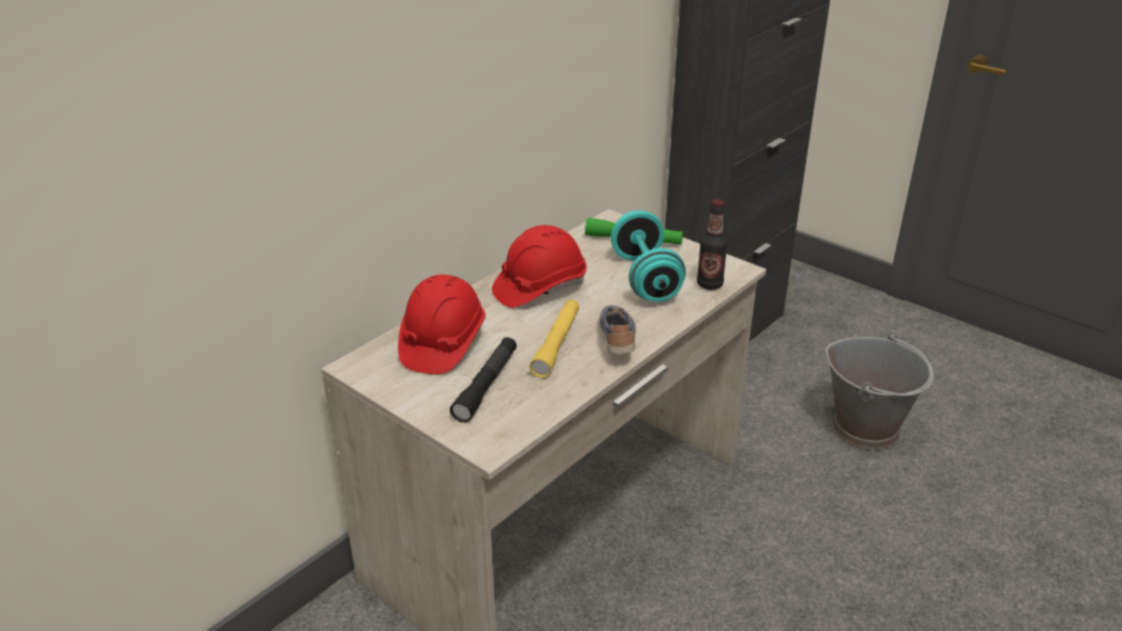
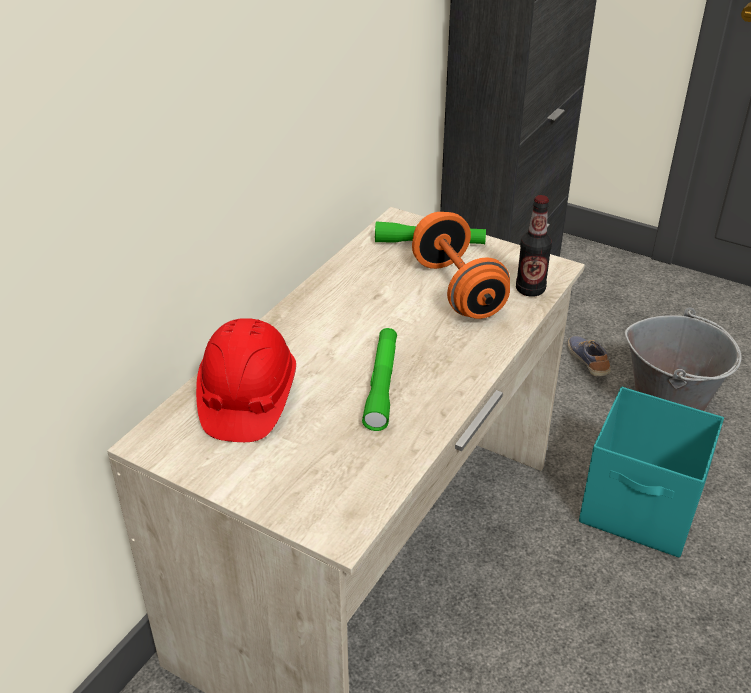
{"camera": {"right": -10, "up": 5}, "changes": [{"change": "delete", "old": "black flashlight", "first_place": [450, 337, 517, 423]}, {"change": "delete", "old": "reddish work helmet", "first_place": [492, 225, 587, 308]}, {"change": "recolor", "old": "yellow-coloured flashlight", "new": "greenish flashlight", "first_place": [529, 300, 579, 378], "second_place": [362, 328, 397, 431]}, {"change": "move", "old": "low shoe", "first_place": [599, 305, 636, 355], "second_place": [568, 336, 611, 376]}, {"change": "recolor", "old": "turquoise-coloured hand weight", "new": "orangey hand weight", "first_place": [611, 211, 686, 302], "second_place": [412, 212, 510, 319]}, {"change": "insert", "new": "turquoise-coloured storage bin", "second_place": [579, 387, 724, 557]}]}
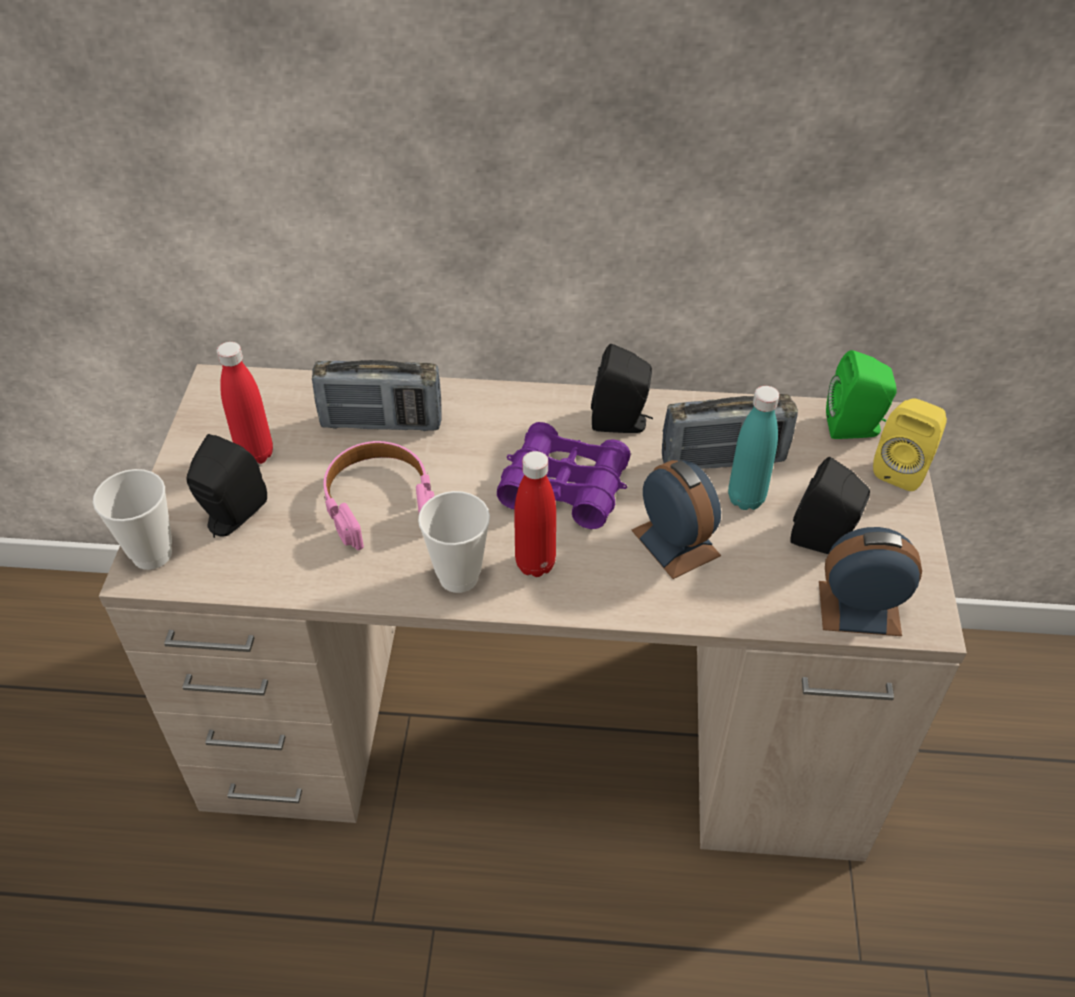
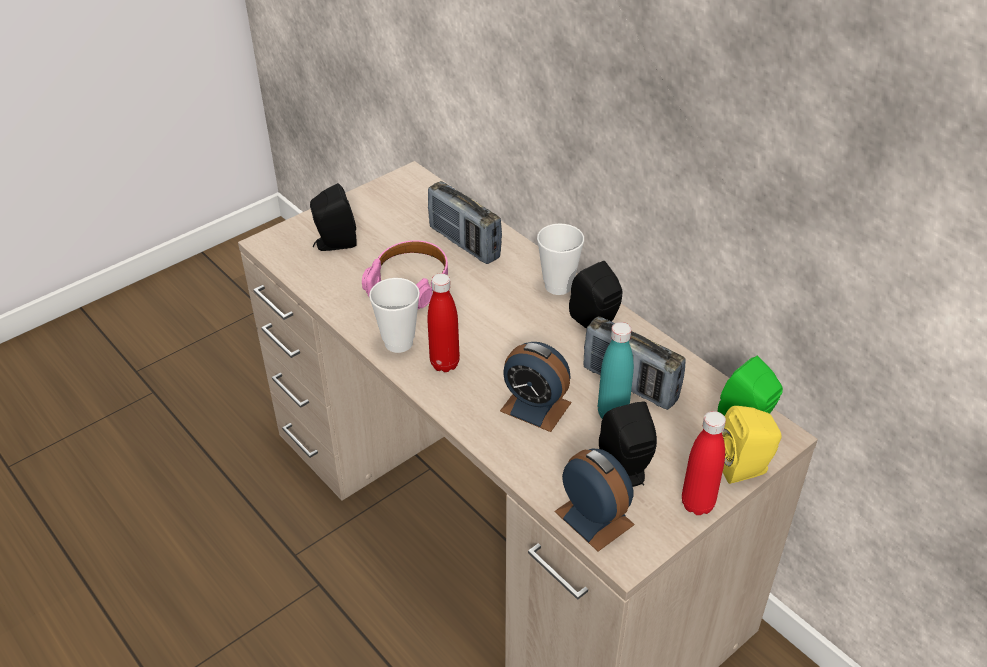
{"camera": {"right": 45, "up": -5}, "changes": [{"change": "move", "old": "drinking cup", "first_place": [93, 469, 172, 570], "second_place": [537, 224, 584, 295]}, {"change": "move", "old": "reddish bottle", "first_place": [217, 342, 273, 464], "second_place": [682, 411, 726, 515]}, {"change": "delete", "old": "purplish field glasses", "first_place": [497, 422, 631, 529]}, {"change": "rotate", "old": "table clock", "first_place": [631, 460, 721, 579], "second_place": [500, 342, 571, 432], "degrees": 105}]}
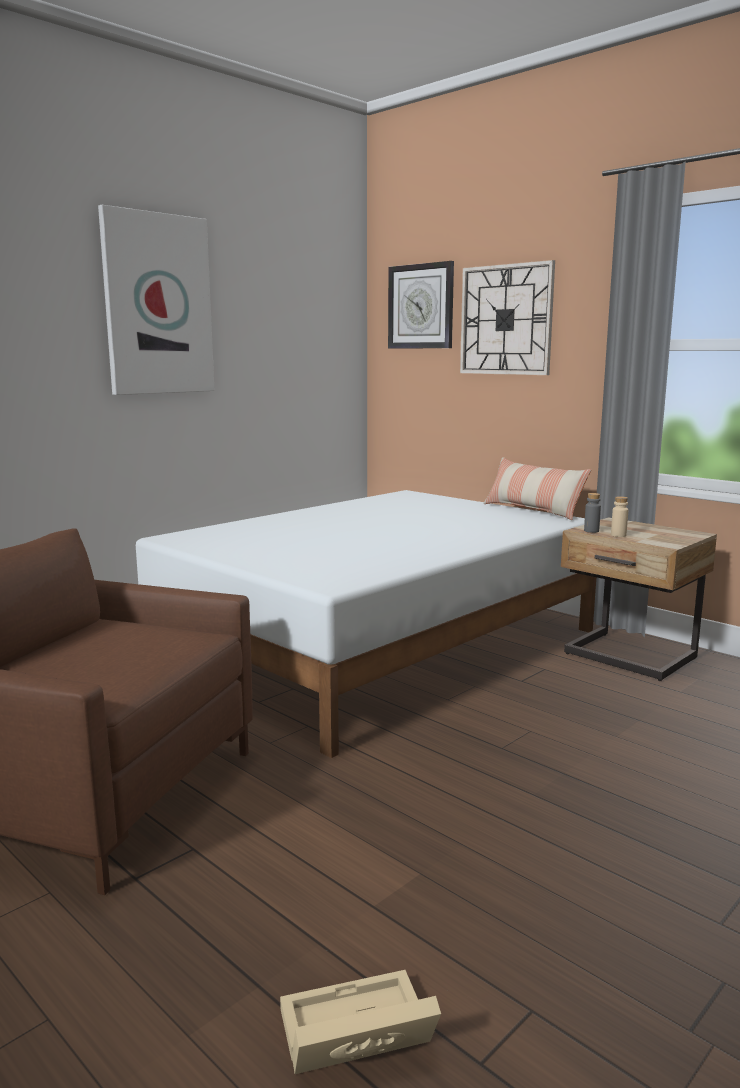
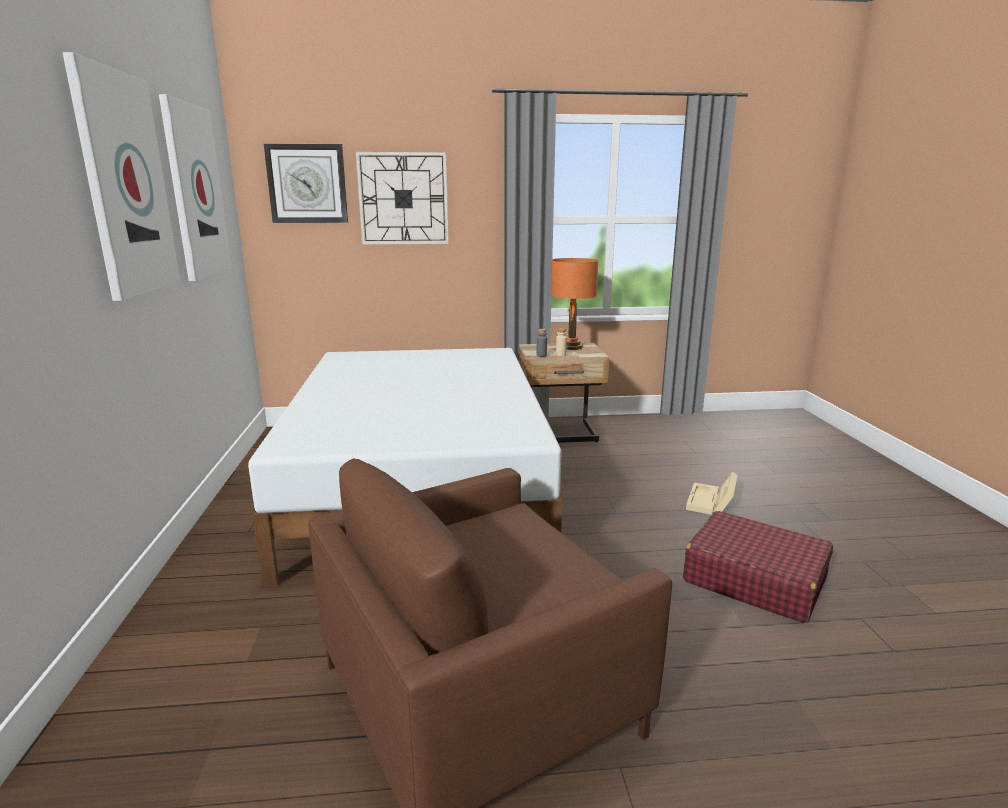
{"camera": {"right": -50, "up": 5}, "changes": [{"change": "move", "old": "sand-coloured storage bin", "first_place": [280, 970, 441, 1074], "second_place": [686, 472, 738, 515]}, {"change": "delete", "old": "pillow", "first_place": [484, 457, 591, 521]}, {"change": "insert", "new": "wall picture", "second_place": [159, 94, 232, 281]}, {"change": "insert", "new": "orangey tabletop lamp", "second_place": [551, 258, 599, 350]}, {"change": "insert", "new": "reddish travel case", "second_place": [683, 511, 833, 623]}]}
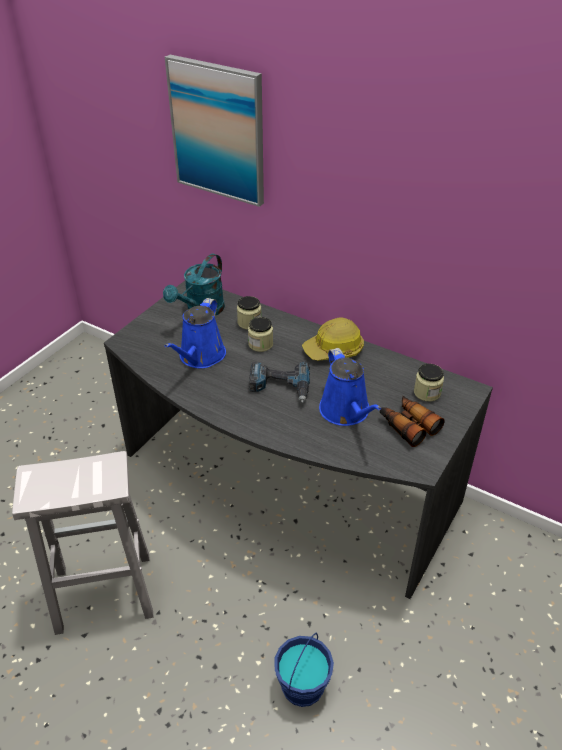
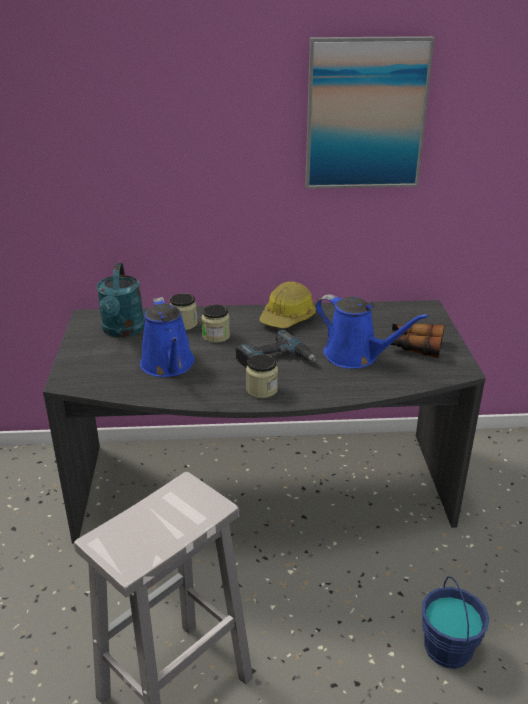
{"camera": {"right": -35, "up": -10}, "changes": [{"change": "move", "old": "wall picture", "first_place": [165, 54, 264, 207], "second_place": [305, 36, 435, 189]}, {"change": "move", "old": "jar", "first_place": [414, 364, 444, 402], "second_place": [246, 355, 278, 398]}]}
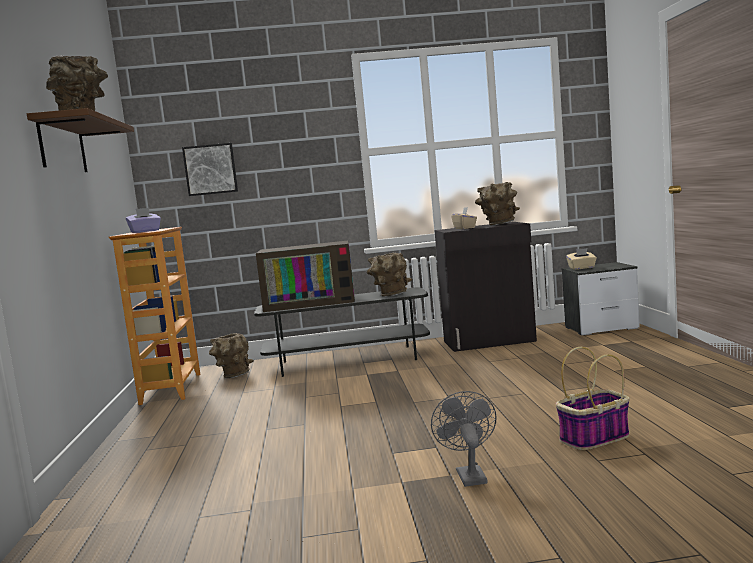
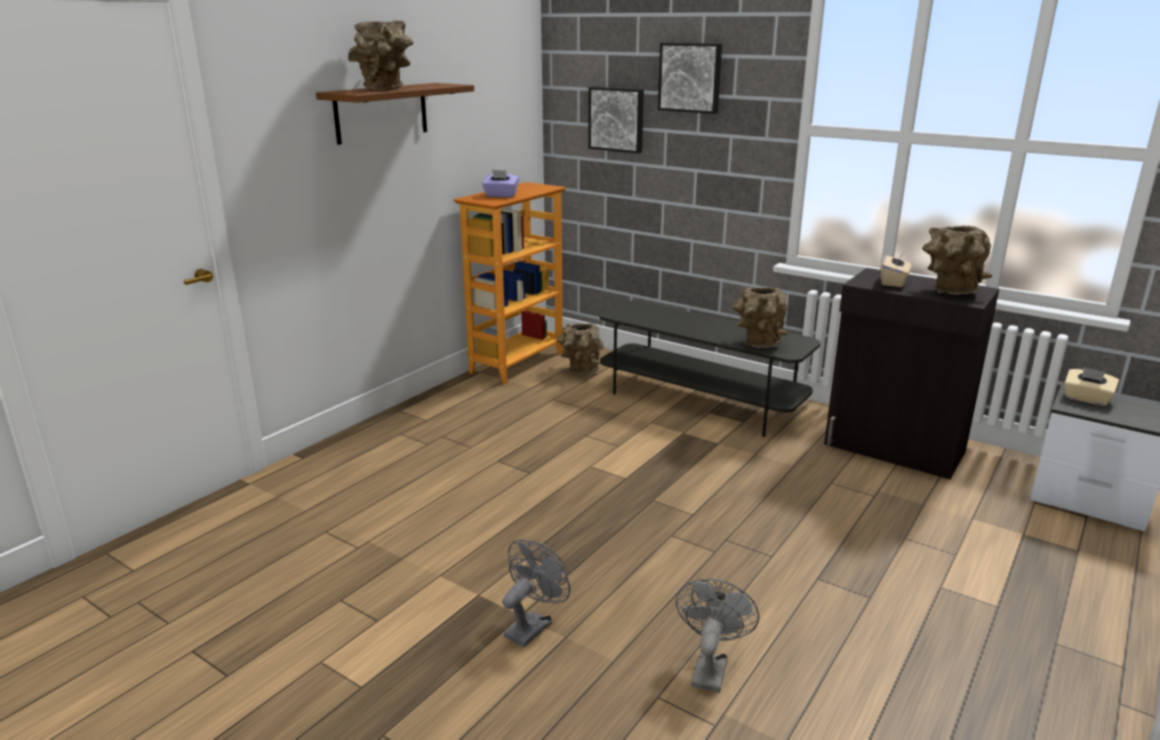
{"camera": {"right": 40, "up": 15}, "changes": [{"change": "delete", "old": "television", "first_place": [256, 241, 355, 312]}, {"change": "replace", "old": "household basket", "new": "gray cooling fan", "first_place": [556, 347, 629, 450], "second_place": [675, 578, 759, 693]}, {"change": "insert", "new": "wall picture", "second_place": [658, 43, 722, 114]}]}
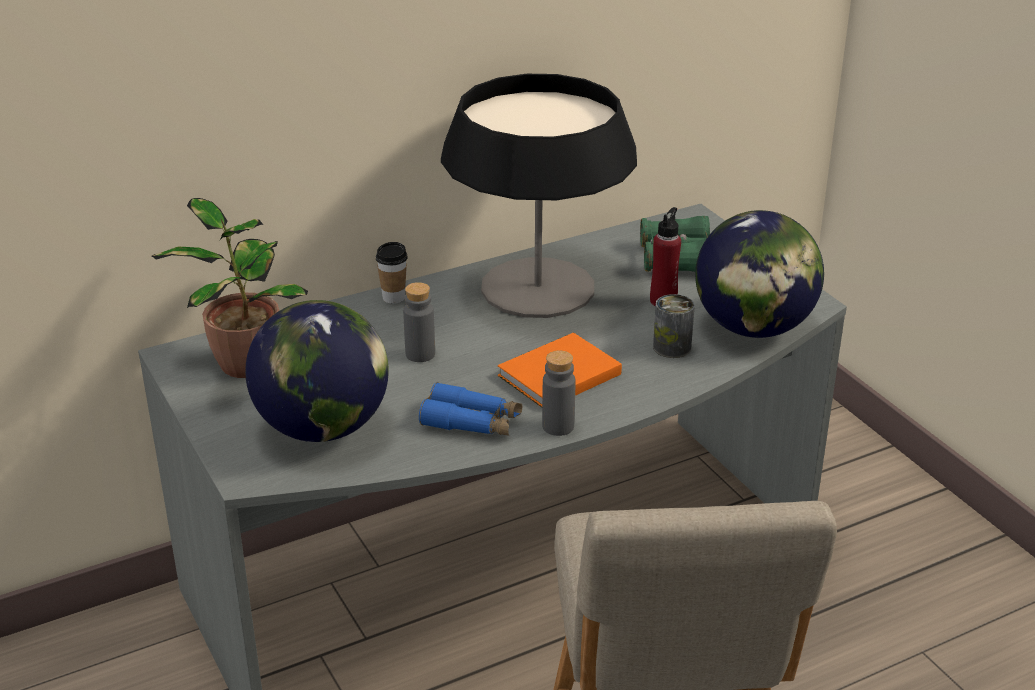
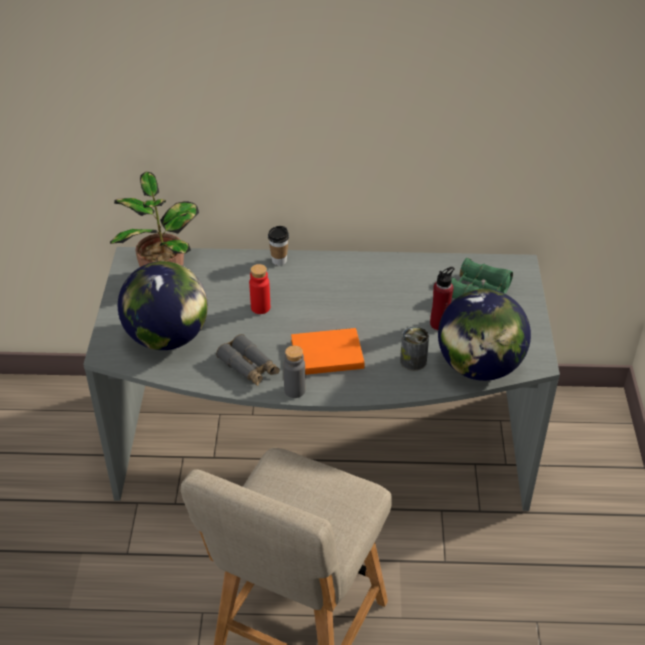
{"camera": {"right": 30, "up": 10}, "changes": [{"change": "recolor", "old": "gray bottle", "new": "reddish bottle", "first_place": [403, 282, 435, 362], "second_place": [249, 264, 270, 314]}, {"change": "recolor", "old": "bluish field glasses", "new": "gray field glasses", "first_place": [419, 382, 522, 436], "second_place": [216, 334, 280, 386]}, {"change": "delete", "old": "tabletop lamp", "first_place": [441, 74, 637, 318]}]}
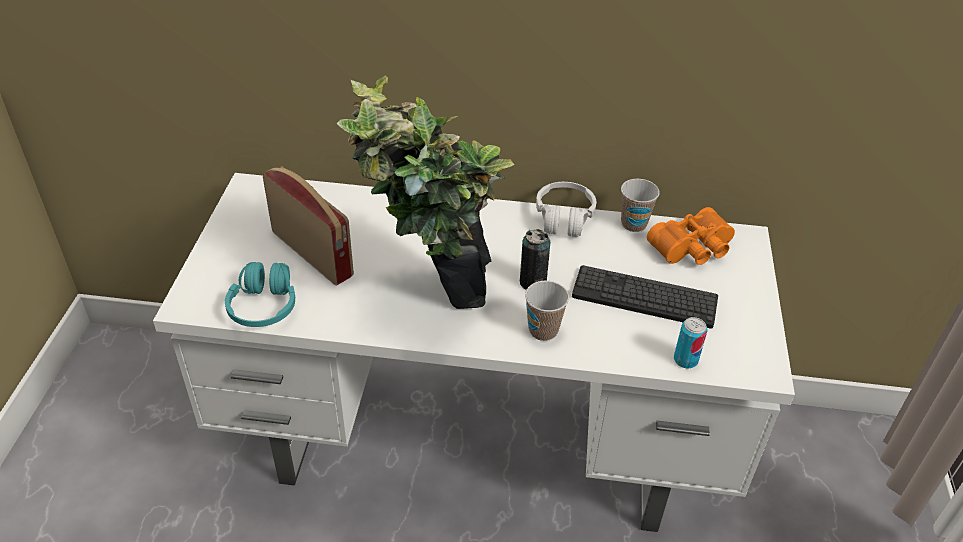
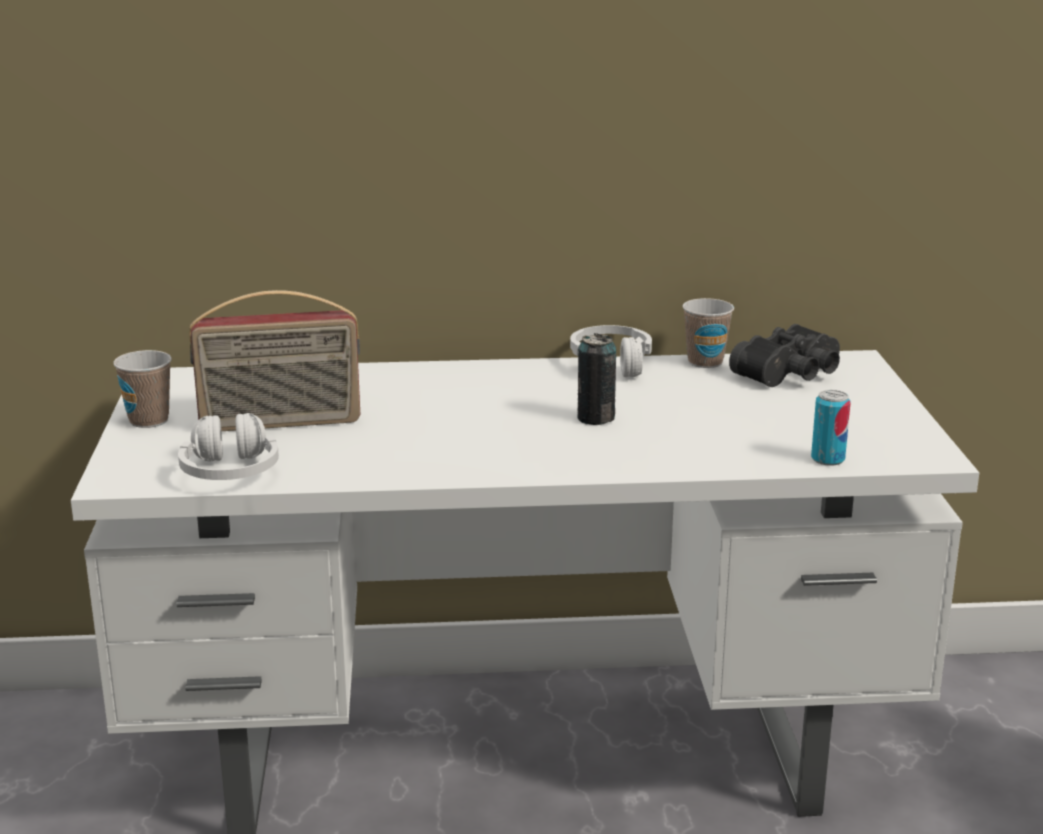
{"camera": {"right": -10, "up": -20}, "changes": [{"change": "recolor", "old": "turquoise-coloured headphones", "new": "whitish headphones", "first_place": [225, 262, 295, 327], "second_place": [178, 413, 279, 480]}, {"change": "rotate", "old": "radio receiver", "first_place": [263, 166, 354, 286], "second_place": [189, 290, 360, 431], "degrees": 135}, {"change": "delete", "old": "houseplant", "first_place": [337, 76, 514, 309]}, {"change": "move", "old": "drinking cup", "first_place": [525, 281, 569, 341], "second_place": [113, 350, 172, 428]}, {"change": "delete", "old": "keyboard", "first_place": [572, 265, 718, 329]}, {"change": "recolor", "old": "orangey field glasses", "new": "black field glasses", "first_place": [647, 207, 735, 265], "second_place": [729, 324, 840, 387]}]}
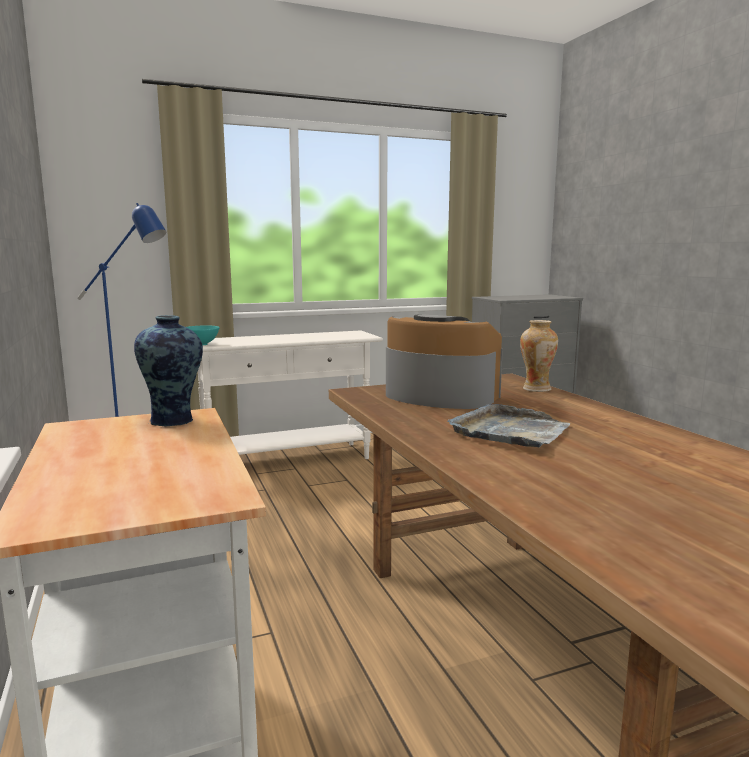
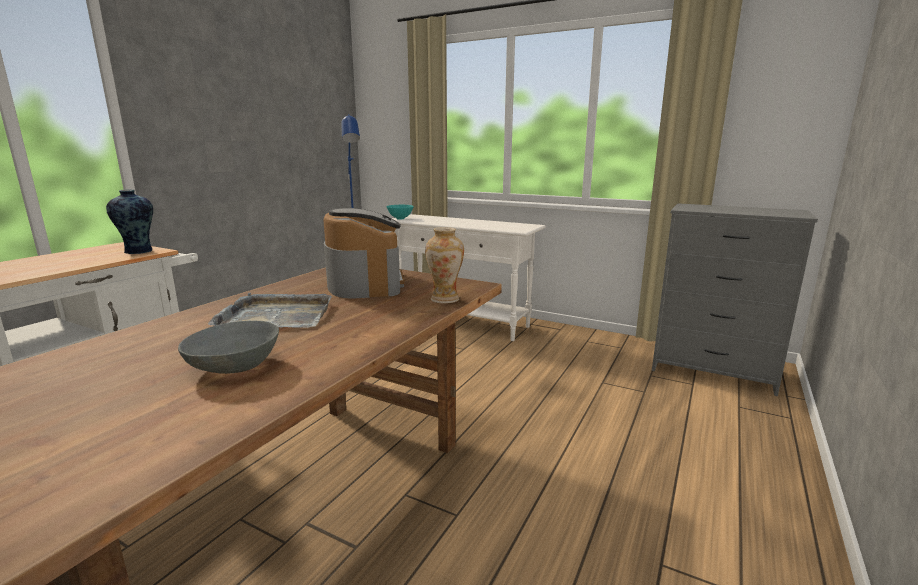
{"camera": {"right": 50, "up": 5}, "changes": [{"change": "insert", "new": "gray serving bowl", "second_place": [178, 321, 279, 374]}]}
